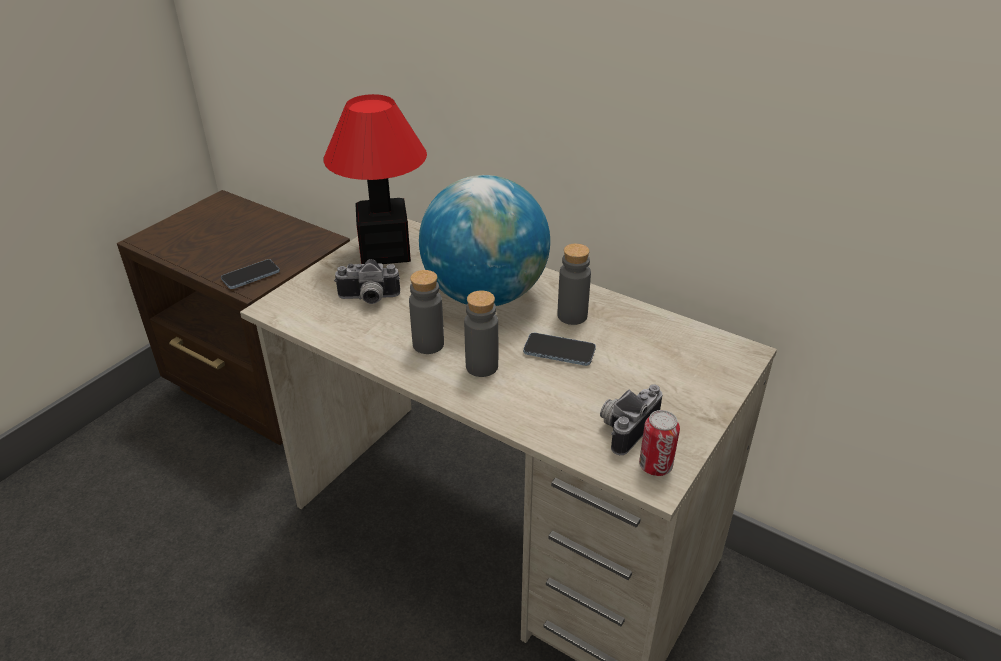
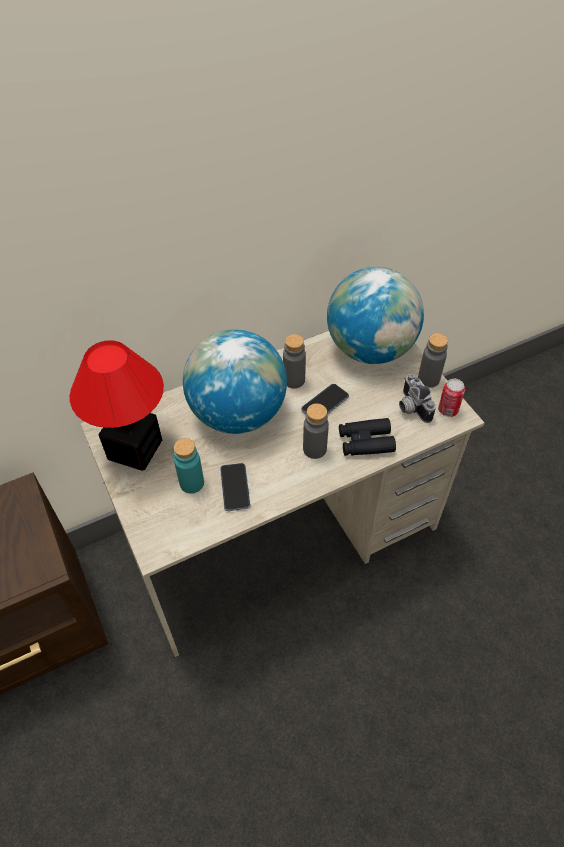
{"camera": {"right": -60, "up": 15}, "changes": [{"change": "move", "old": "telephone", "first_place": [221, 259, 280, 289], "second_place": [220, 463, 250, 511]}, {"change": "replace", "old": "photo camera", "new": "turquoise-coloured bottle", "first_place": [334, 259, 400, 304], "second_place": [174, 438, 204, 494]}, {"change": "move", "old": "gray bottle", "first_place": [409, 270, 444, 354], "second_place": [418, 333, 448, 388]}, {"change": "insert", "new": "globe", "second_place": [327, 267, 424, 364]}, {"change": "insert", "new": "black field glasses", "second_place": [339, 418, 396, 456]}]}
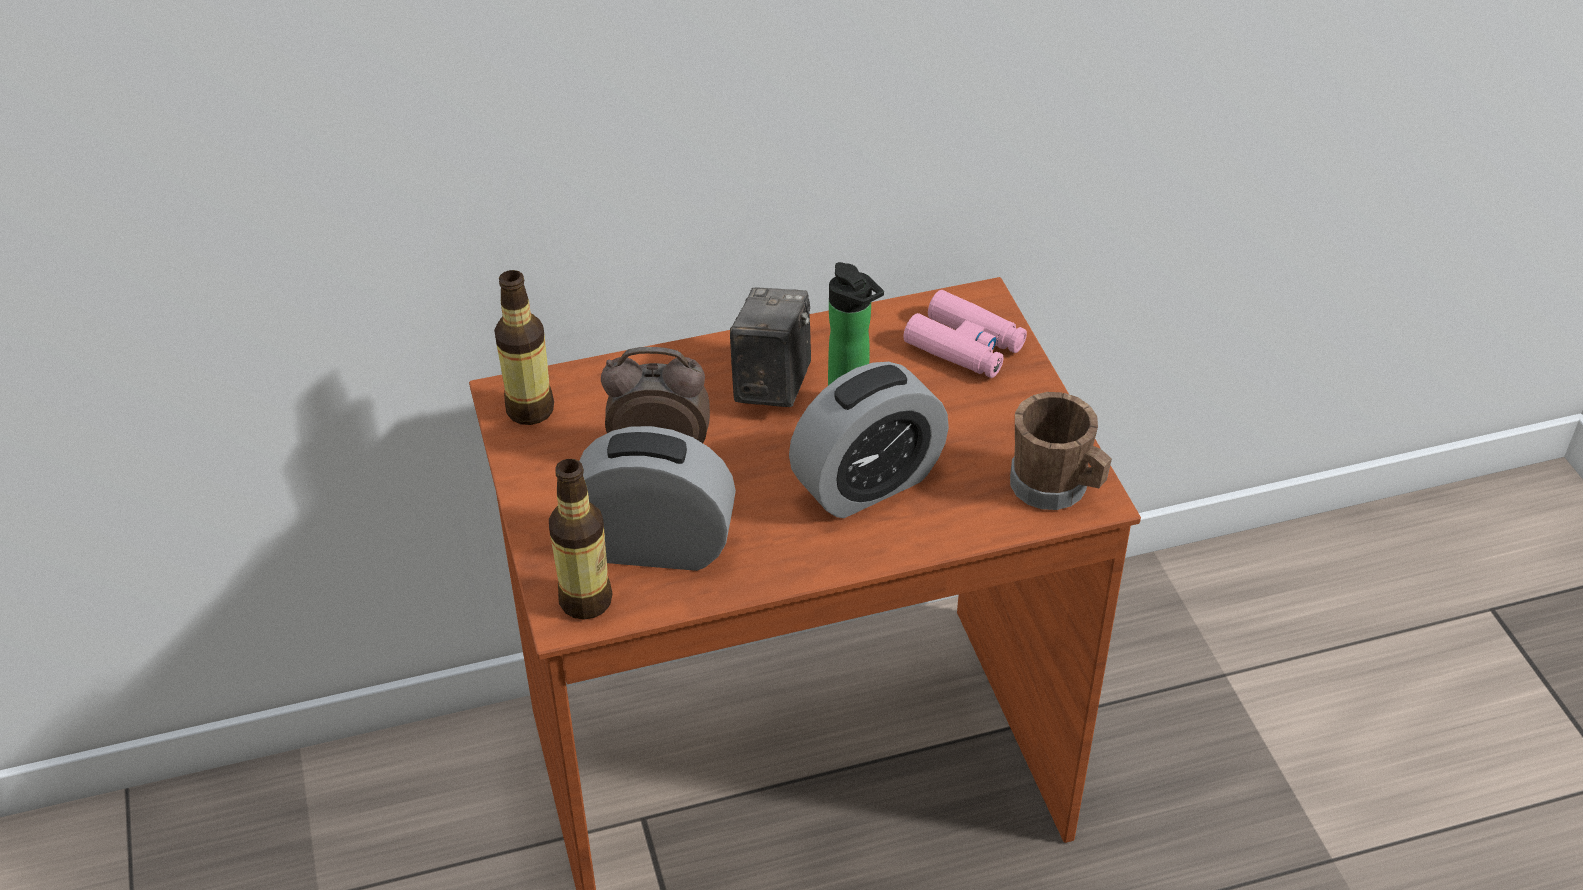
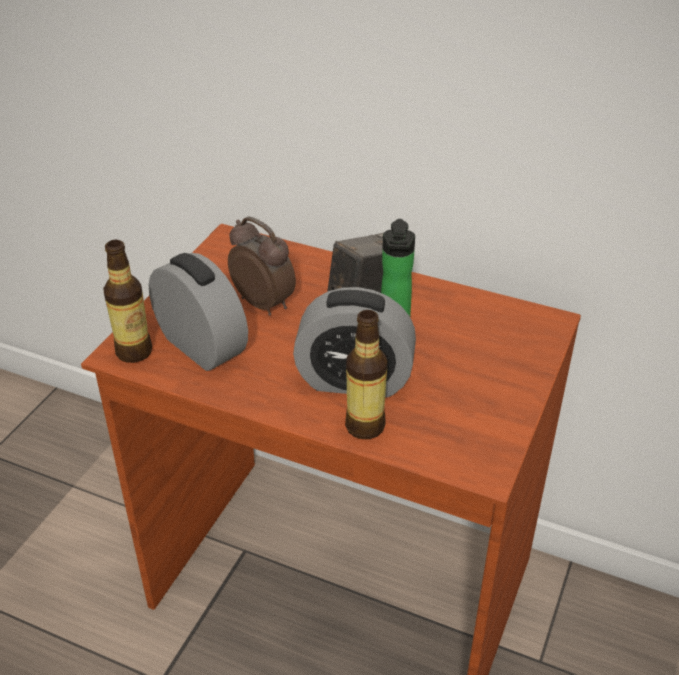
{"camera": {"right": 40, "up": -5}, "changes": [{"change": "move", "old": "bottle", "first_place": [494, 270, 554, 425], "second_place": [345, 310, 388, 439]}, {"change": "delete", "old": "pinkish field glasses", "first_place": [903, 290, 1027, 378]}, {"change": "delete", "old": "brown tea mug", "first_place": [1010, 392, 1112, 510]}]}
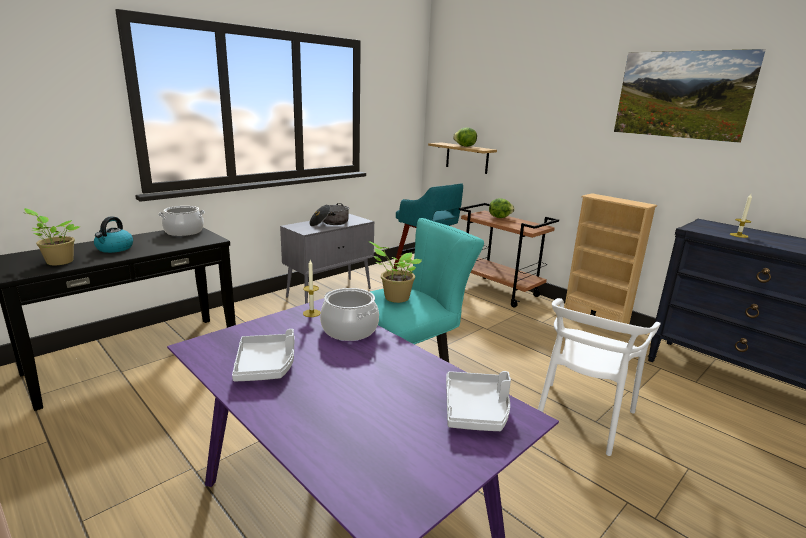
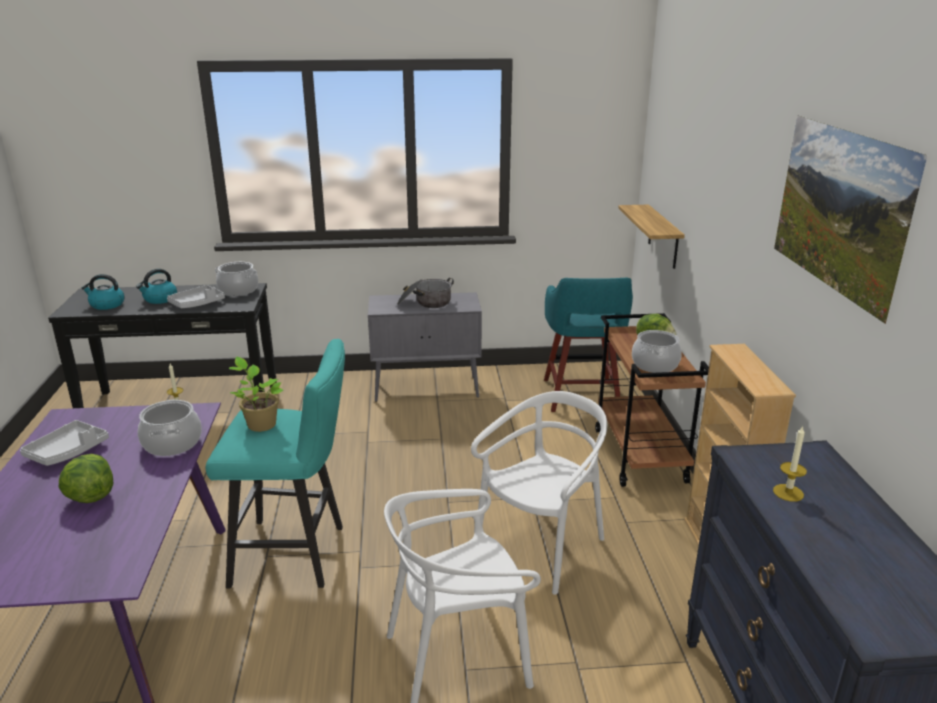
{"camera": {"right": 40, "up": 5}, "changes": [{"change": "replace", "old": "houseplant", "new": "water kettle", "first_place": [24, 208, 80, 265], "second_place": [82, 274, 124, 310]}, {"change": "move", "old": "gray carrying tray", "first_place": [446, 371, 511, 431], "second_place": [167, 285, 225, 308]}, {"change": "move", "old": "lettuce", "first_place": [453, 127, 477, 147], "second_place": [59, 454, 113, 503]}, {"change": "insert", "new": "whitish upright chair", "second_place": [471, 391, 607, 595]}, {"change": "insert", "new": "cooking pot", "second_place": [632, 330, 681, 373]}]}
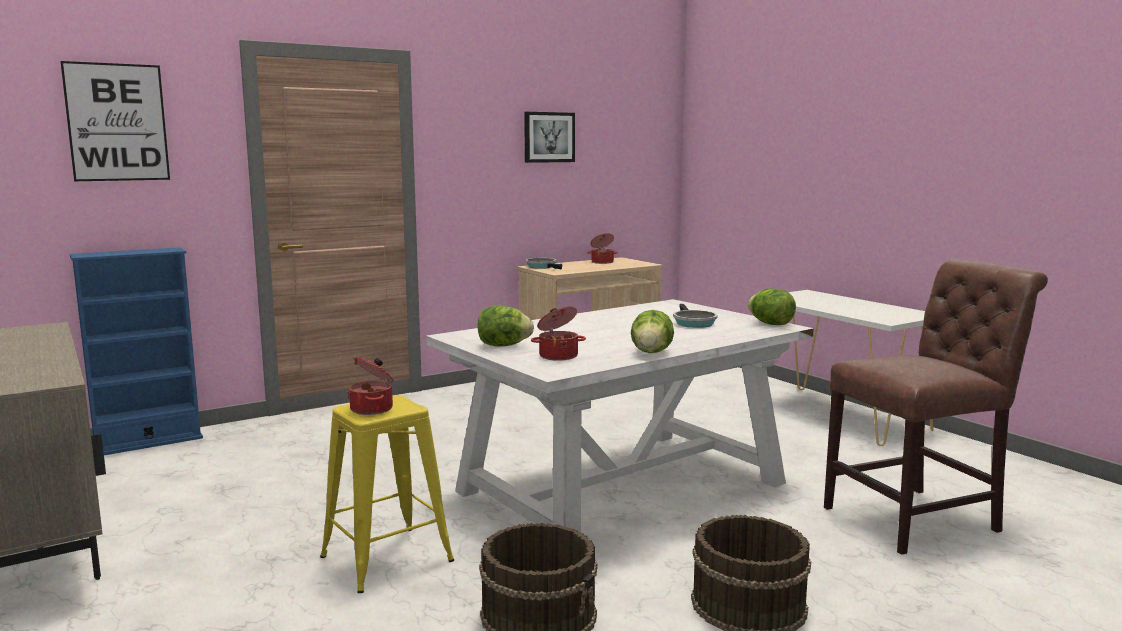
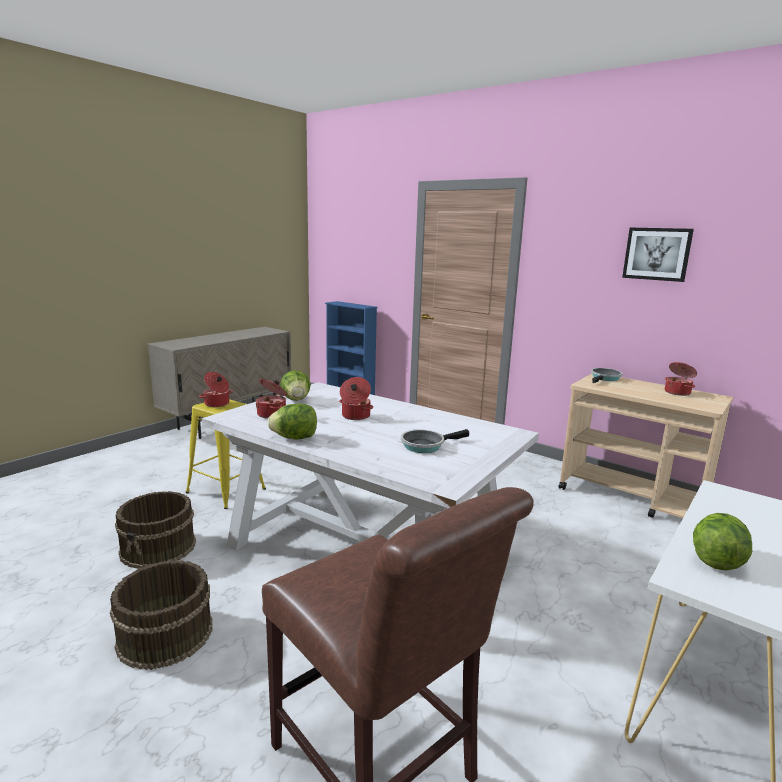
{"camera": {"right": 70, "up": 5}, "changes": [{"change": "delete", "old": "wall picture", "first_place": [60, 61, 170, 181]}, {"change": "move", "old": "lettuce", "first_place": [748, 288, 796, 325], "second_place": [693, 513, 752, 571]}, {"change": "insert", "new": "cooking pot", "second_place": [339, 377, 373, 420]}]}
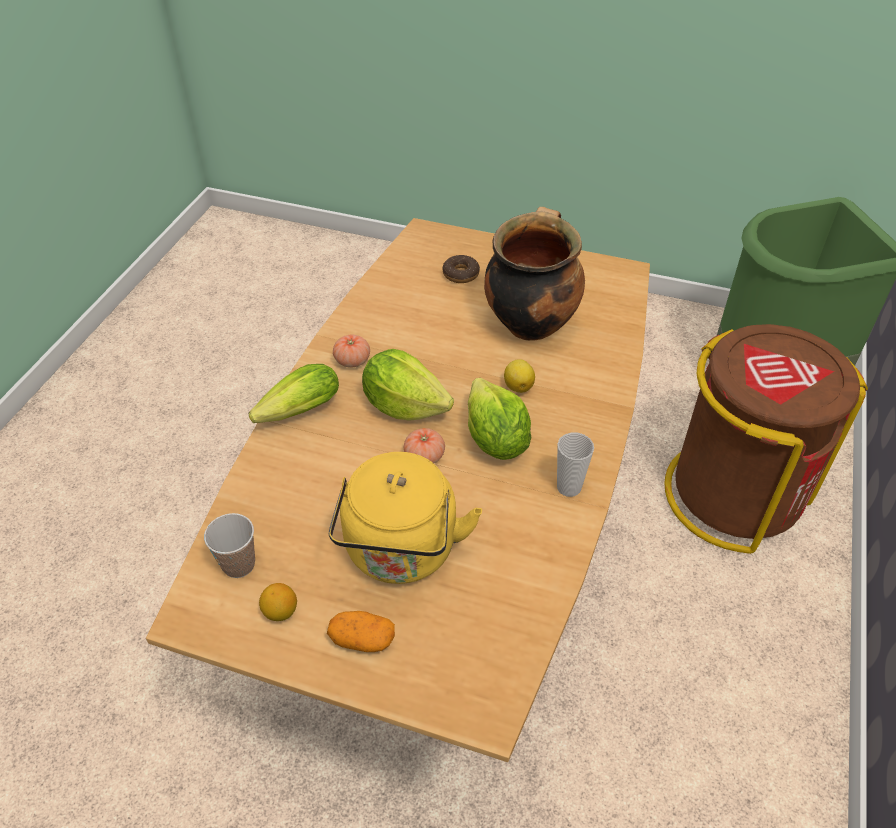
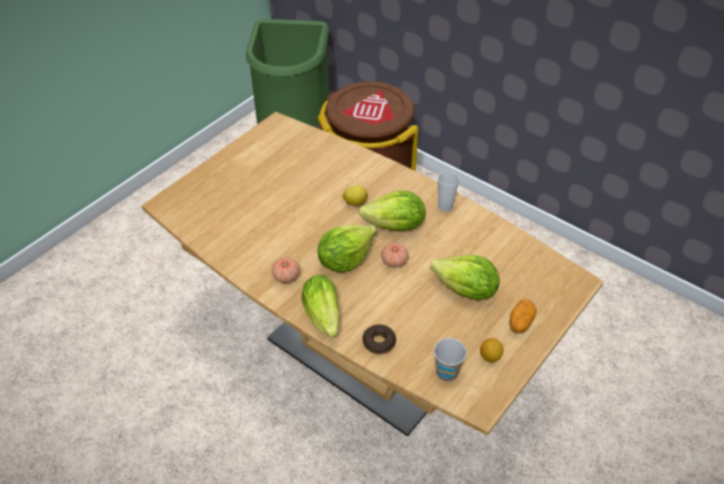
{"camera": {"right": -70, "up": 0}, "changes": [{"change": "replace", "old": "yellow-coloured water kettle", "new": "lettuce", "first_place": [329, 452, 482, 584], "second_place": [430, 255, 500, 300]}, {"change": "move", "old": "doughnut", "first_place": [443, 255, 480, 283], "second_place": [362, 324, 396, 354]}, {"change": "delete", "old": "cooking pot", "first_place": [484, 207, 585, 341]}]}
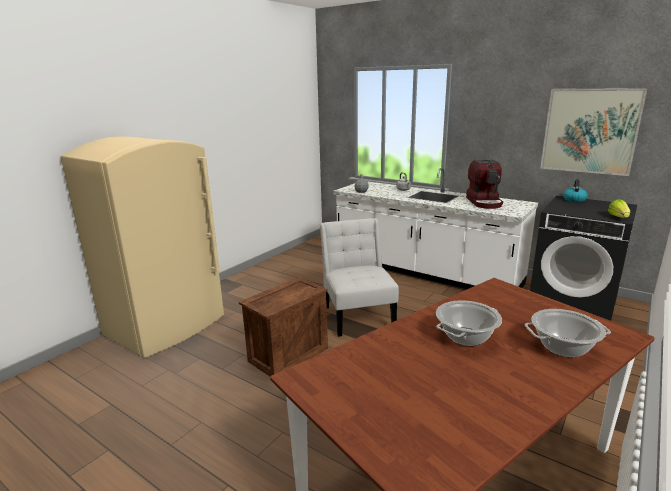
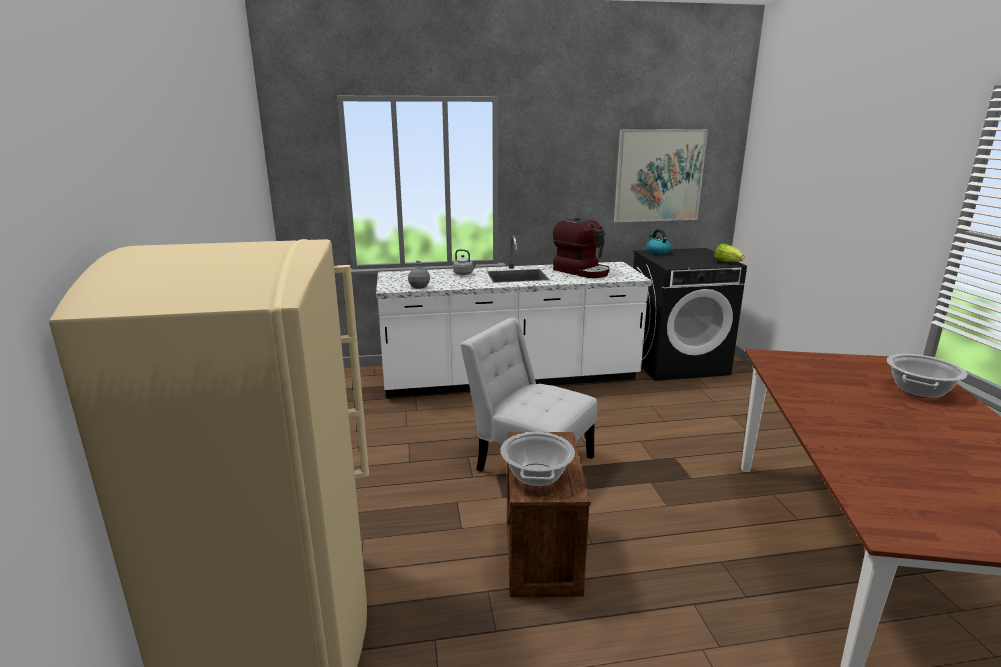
{"camera": {"right": -45, "up": 0}, "changes": [{"change": "move", "old": "cooking pot", "first_place": [436, 300, 502, 346], "second_place": [501, 432, 575, 487]}]}
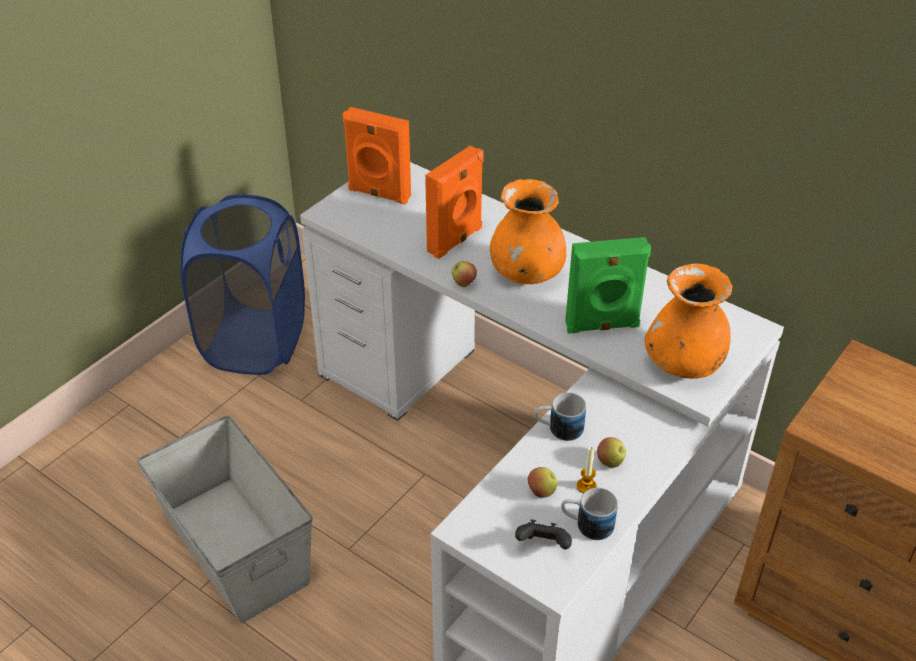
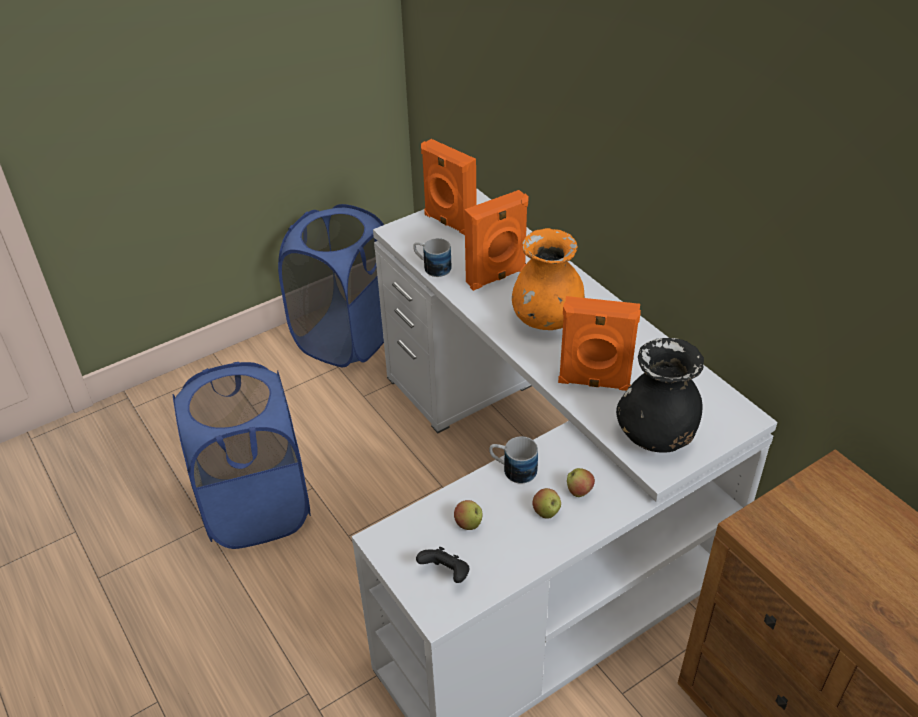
{"camera": {"right": 20, "up": 0}, "changes": [{"change": "replace", "old": "gray storage bin", "new": "bluish hamper", "first_place": [137, 415, 313, 623], "second_place": [173, 362, 311, 549]}, {"change": "move", "old": "apple fruit", "first_place": [452, 261, 477, 287], "second_place": [567, 468, 595, 497]}, {"change": "move", "old": "tea mug", "first_place": [561, 488, 618, 540], "second_place": [413, 238, 452, 277]}, {"change": "recolor", "old": "greenish loudspeaker", "new": "orangey loudspeaker", "first_place": [565, 237, 651, 334], "second_place": [558, 296, 641, 391]}, {"change": "delete", "old": "wax light", "first_place": [577, 447, 597, 493]}, {"change": "recolor", "old": "orangey decorative vase", "new": "black decorative vase", "first_place": [644, 264, 732, 379], "second_place": [616, 338, 704, 453]}]}
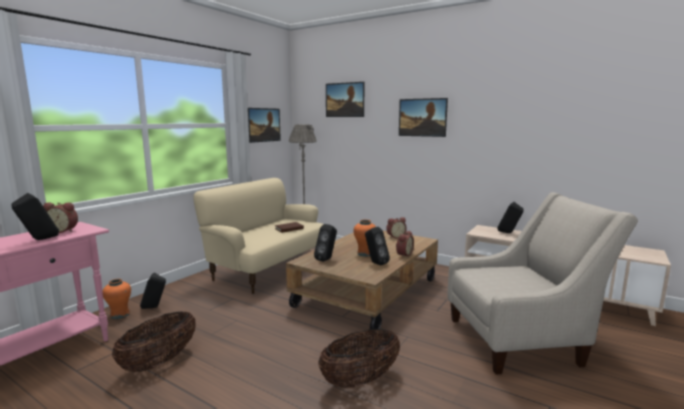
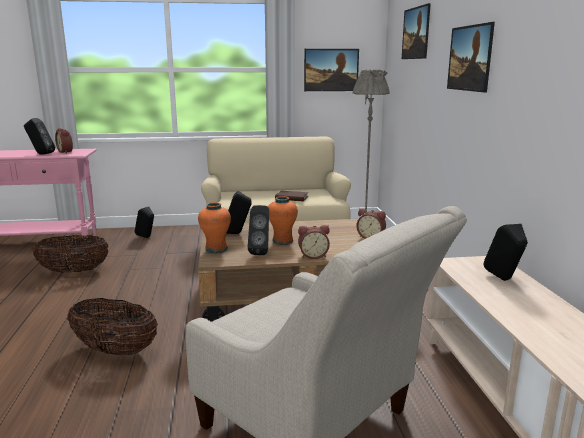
{"camera": {"right": 50, "up": 5}, "changes": [{"change": "move", "old": "orangey decorative vase", "first_place": [103, 279, 131, 319], "second_place": [198, 202, 231, 253]}]}
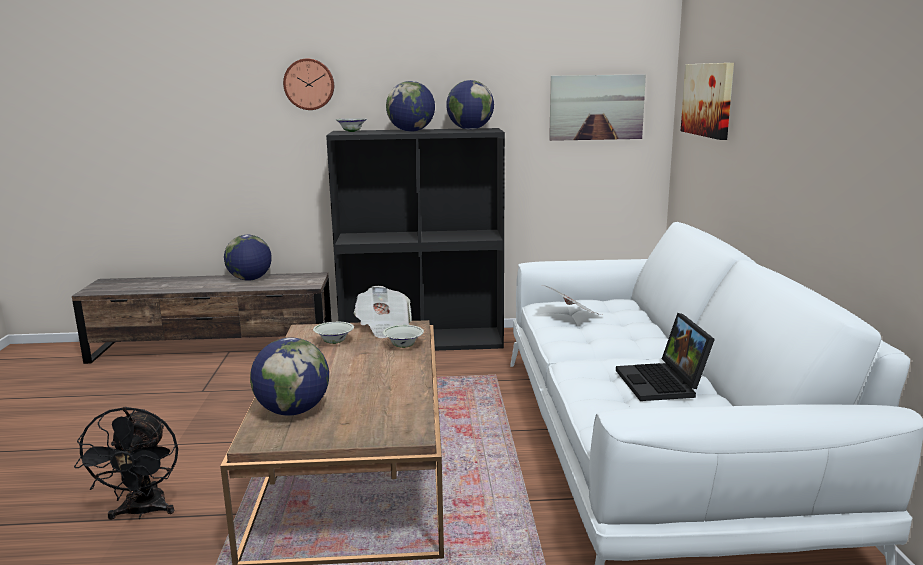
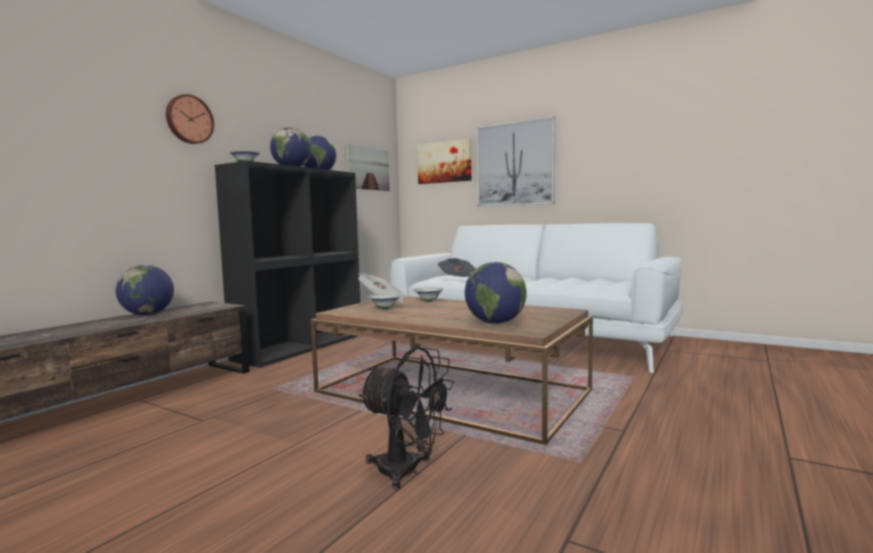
{"camera": {"right": -55, "up": -10}, "changes": [{"change": "delete", "old": "laptop", "first_place": [616, 313, 715, 401]}, {"change": "insert", "new": "wall picture", "second_place": [477, 117, 555, 207]}]}
